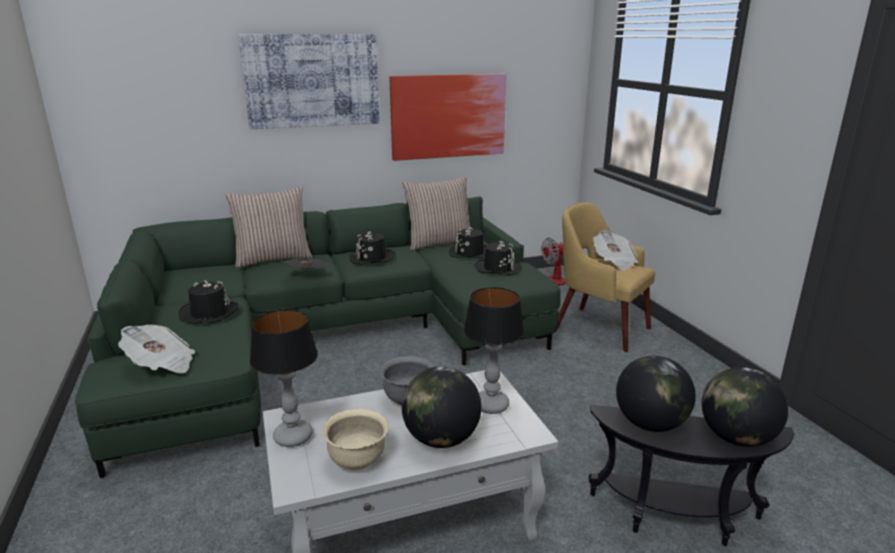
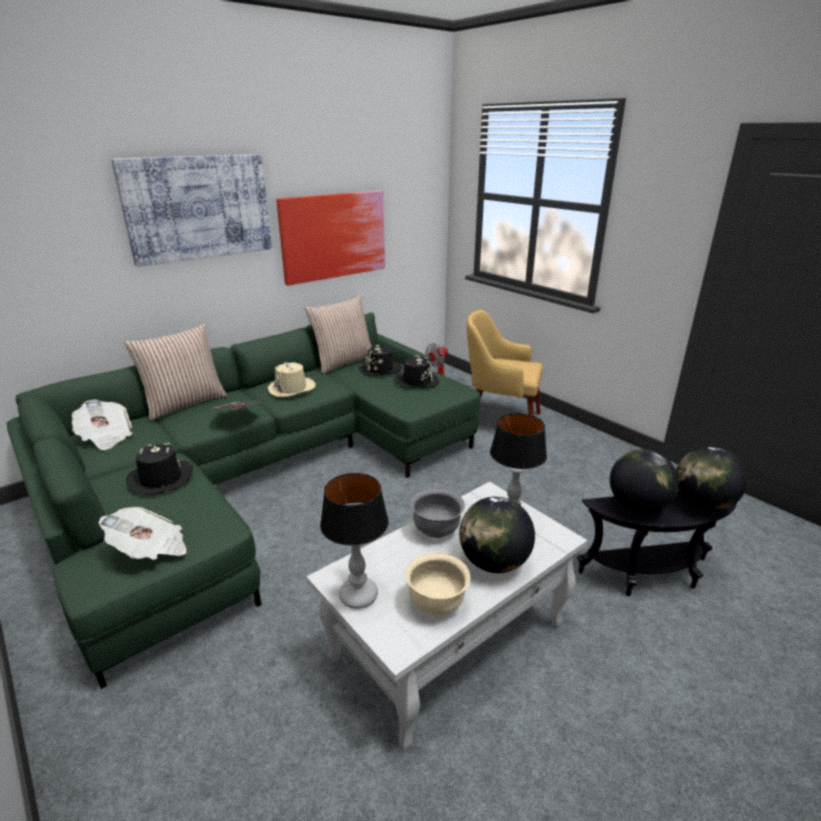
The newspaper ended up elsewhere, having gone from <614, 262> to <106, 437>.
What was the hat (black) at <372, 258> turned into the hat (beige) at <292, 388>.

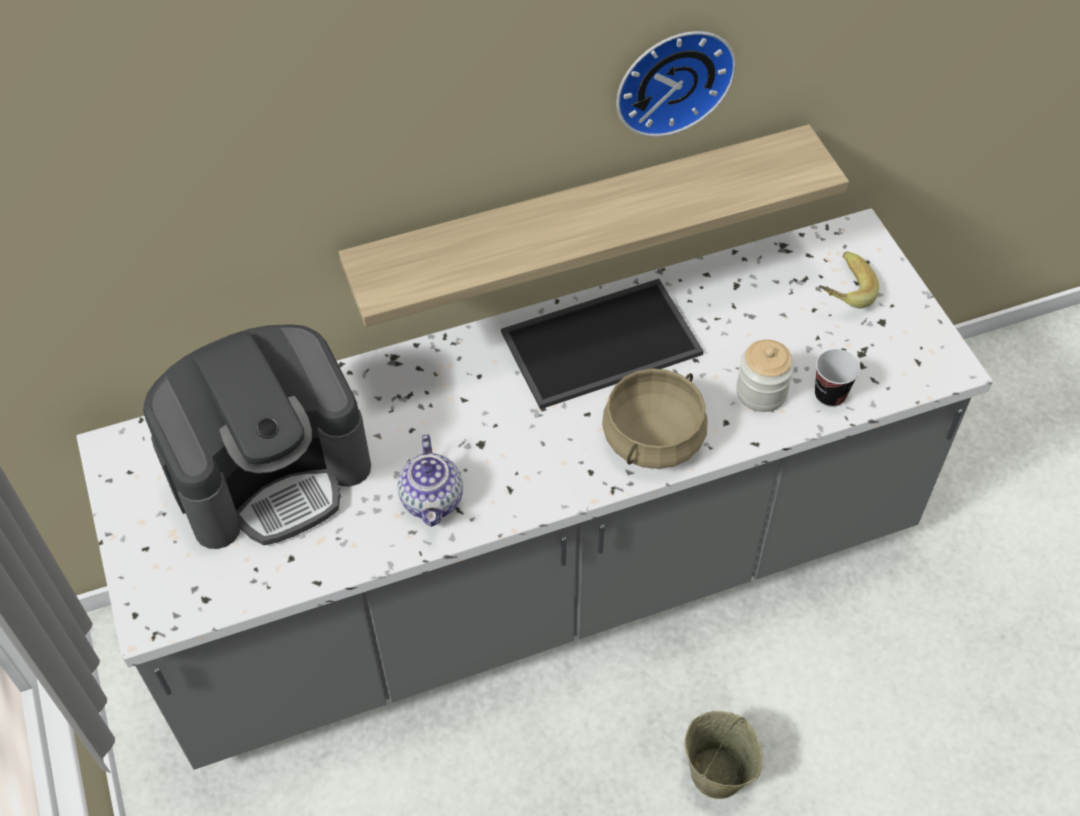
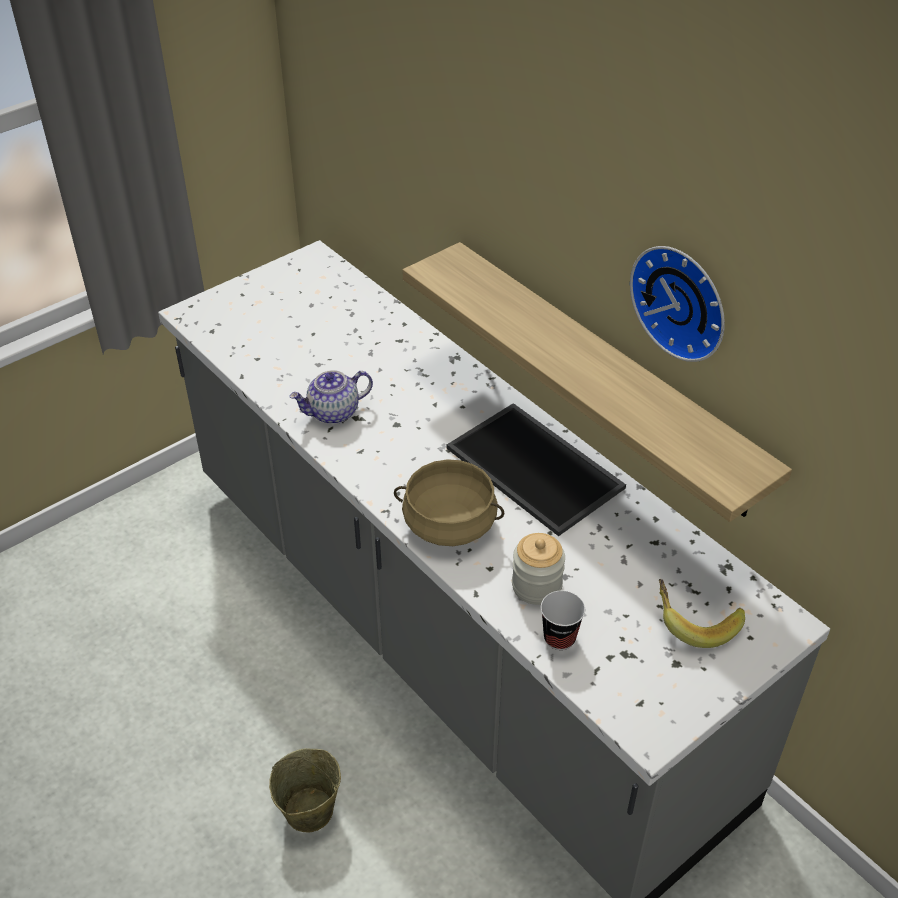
The second view lost the coffee machine at <271, 471>.

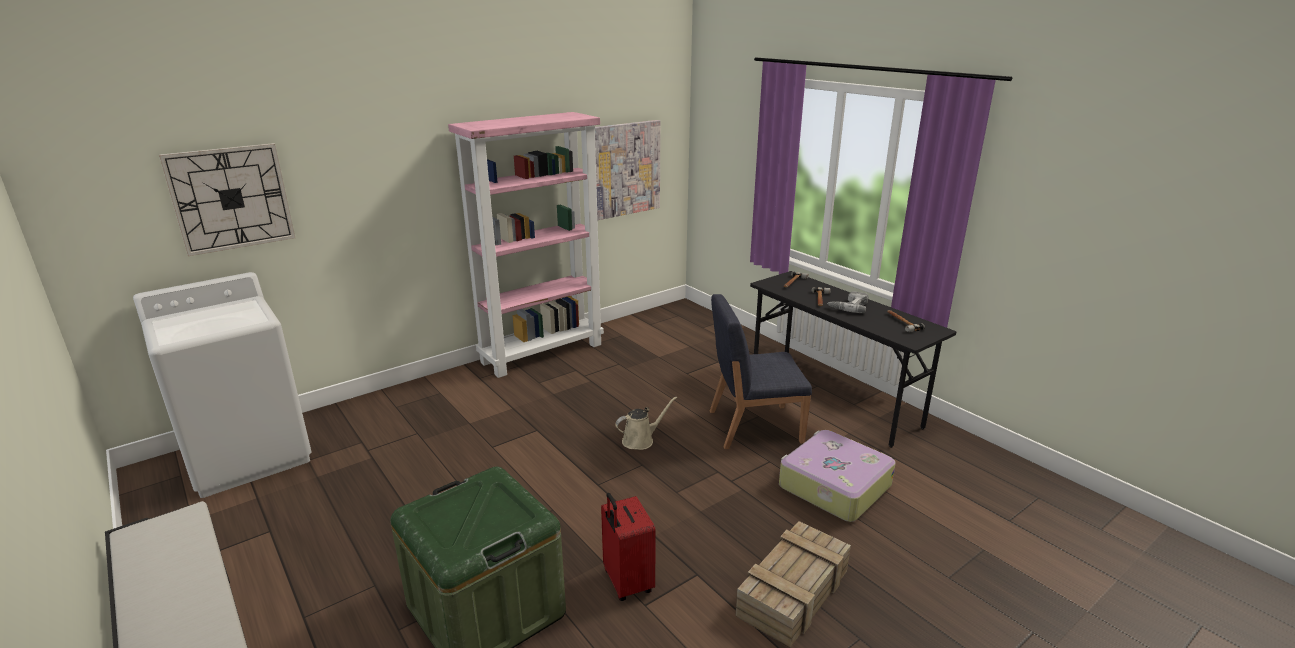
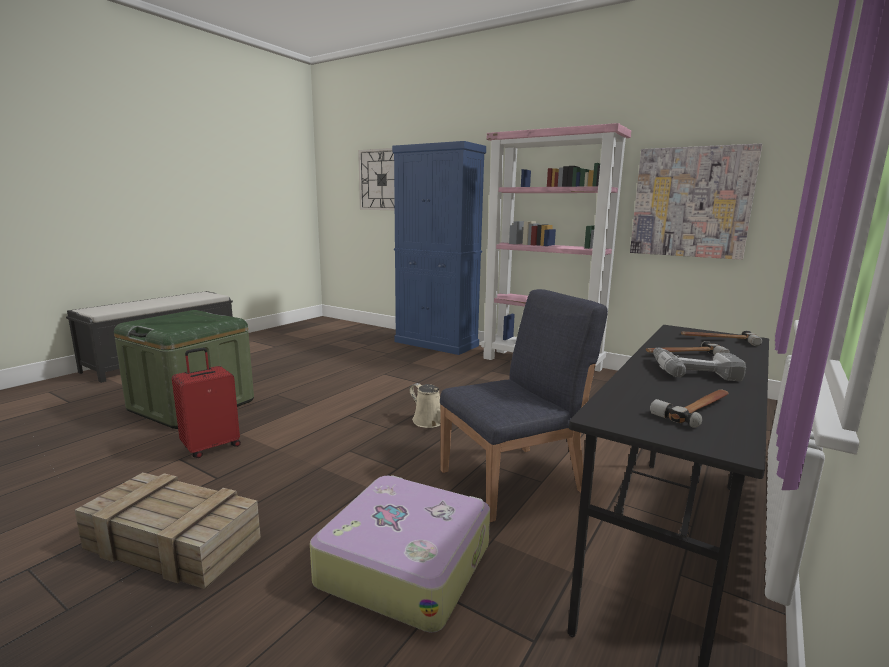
The second view lost the washing machine (white) at <249, 455>.
The chair (blue) at <753, 426> ended up facing another way, 90 degrees clockwise from before.
The second view gained the cabinet (blue) at <436, 344>.

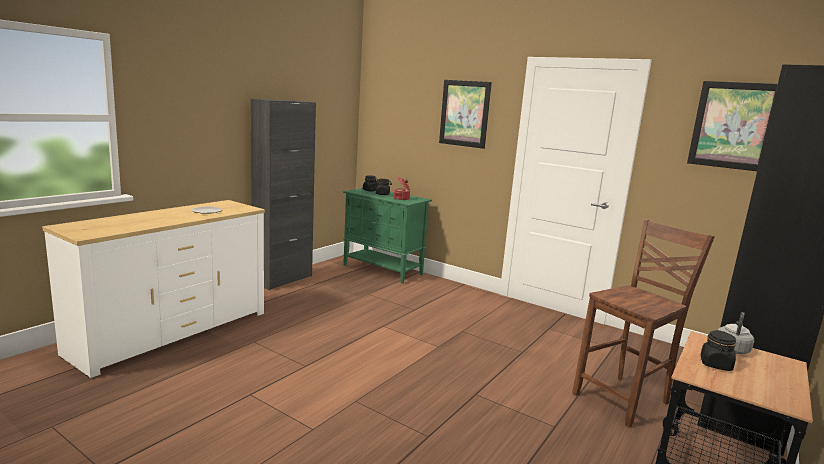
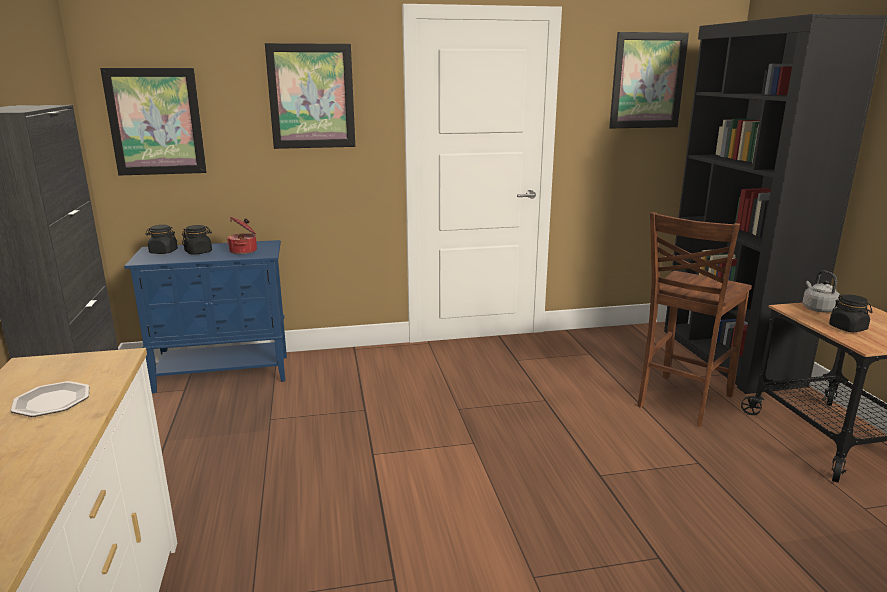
What was the cabinet (green) at <383, 270> turned into the cabinet (blue) at <224, 373>.
The chair (brown) at <624, 399> ended up facing another way, 150 degrees counterclockwise from before.
The second view gained the picture at <155, 122>.

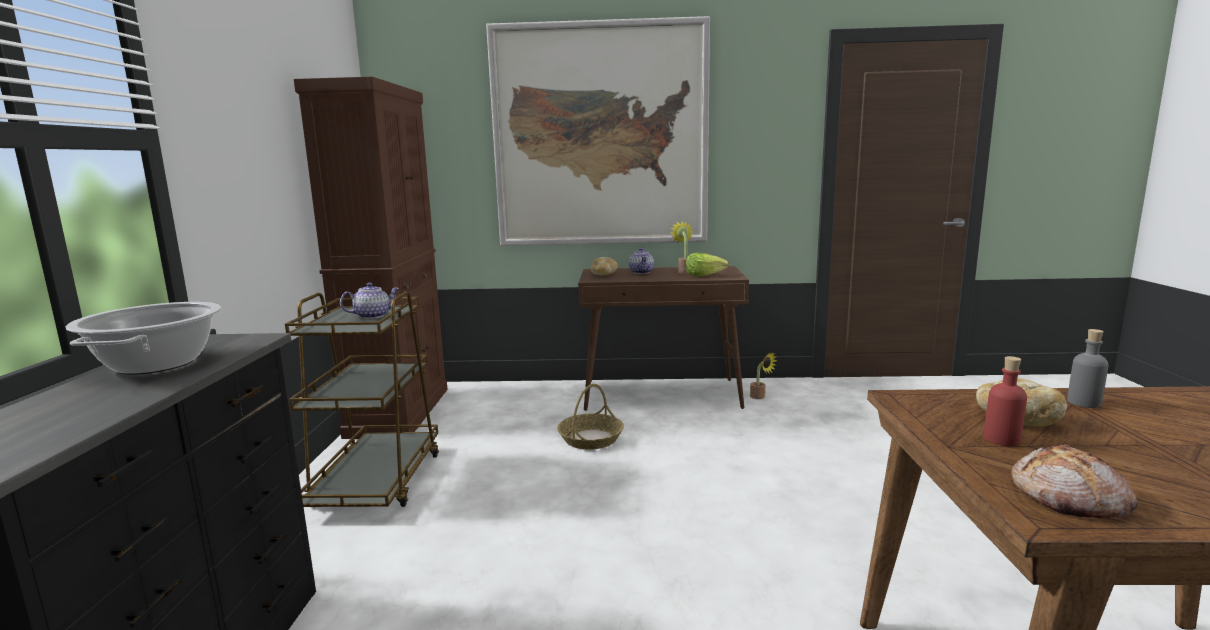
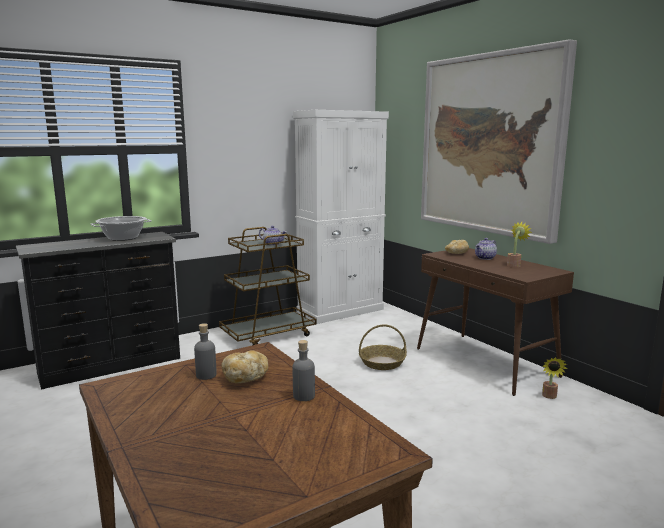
What was the cabinet (brown) at <399, 411> turned into the cabinet (white) at <340, 311>.
The second view lost the lettuce at <704, 276>.
What was the bottle (red) at <1001, 439> turned into the bottle (grey) at <206, 375>.
The second view lost the bread at <1070, 499>.

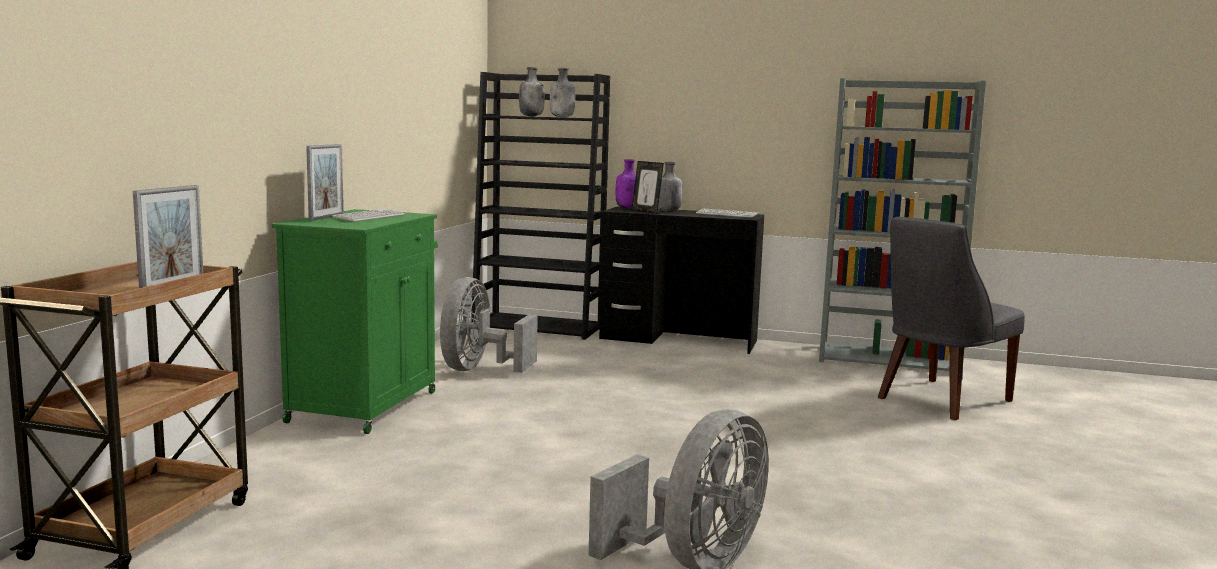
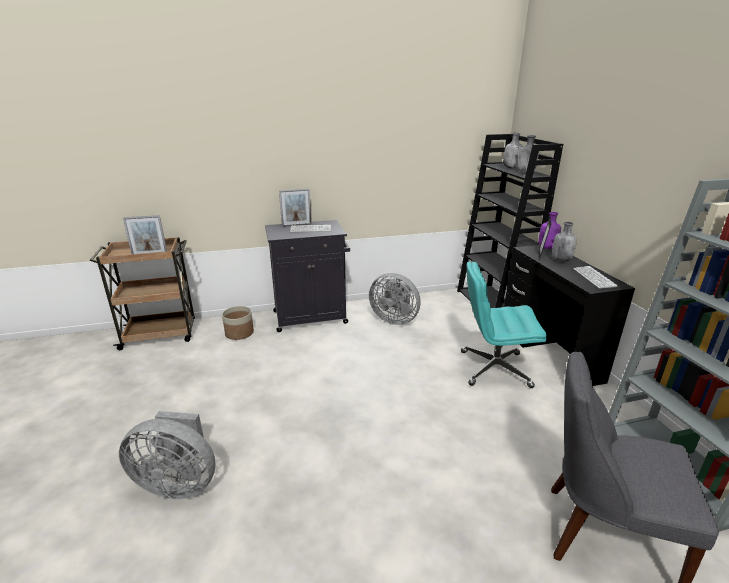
What was the cabinet (green) at <365, 406> turned into the cabinet (black) at <311, 317>.
The fan (grey) at <479, 369> ended up facing another way, 135 degrees counterclockwise from before.
The second view gained the office chair (turquoise) at <493, 369>.
The second view gained the planter at <239, 333>.

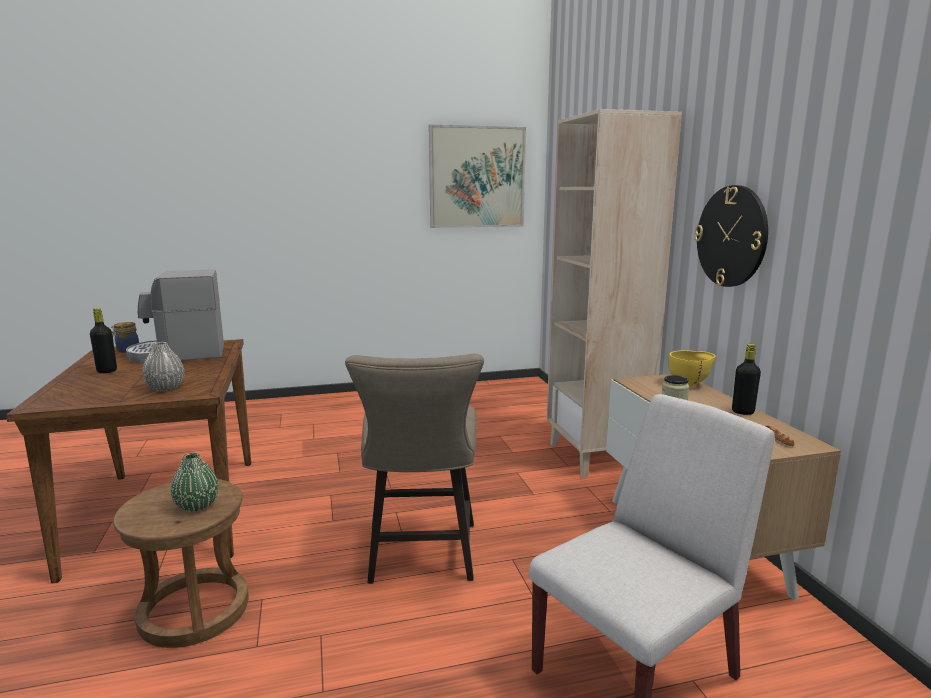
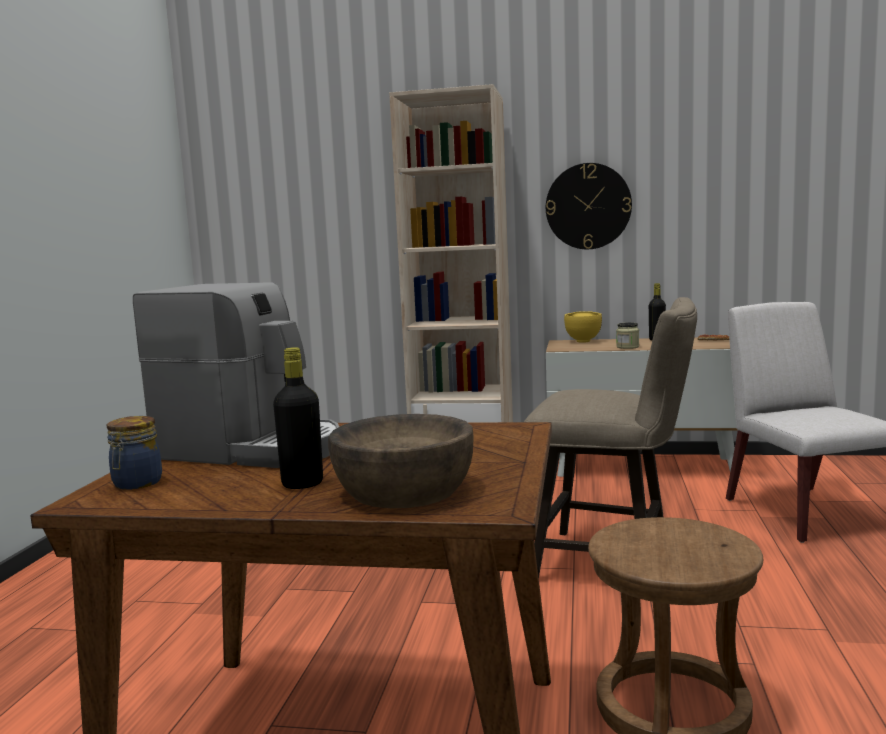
The second view lost the picture at <477, 177>.
The coffee machine at <179, 354> ended up facing another way, 75 degrees counterclockwise from before.
The second view lost the vase (grey) at <165, 388>.
The second view lost the vase (green) at <197, 505>.
The second view gained the bowl (brown) at <403, 490>.

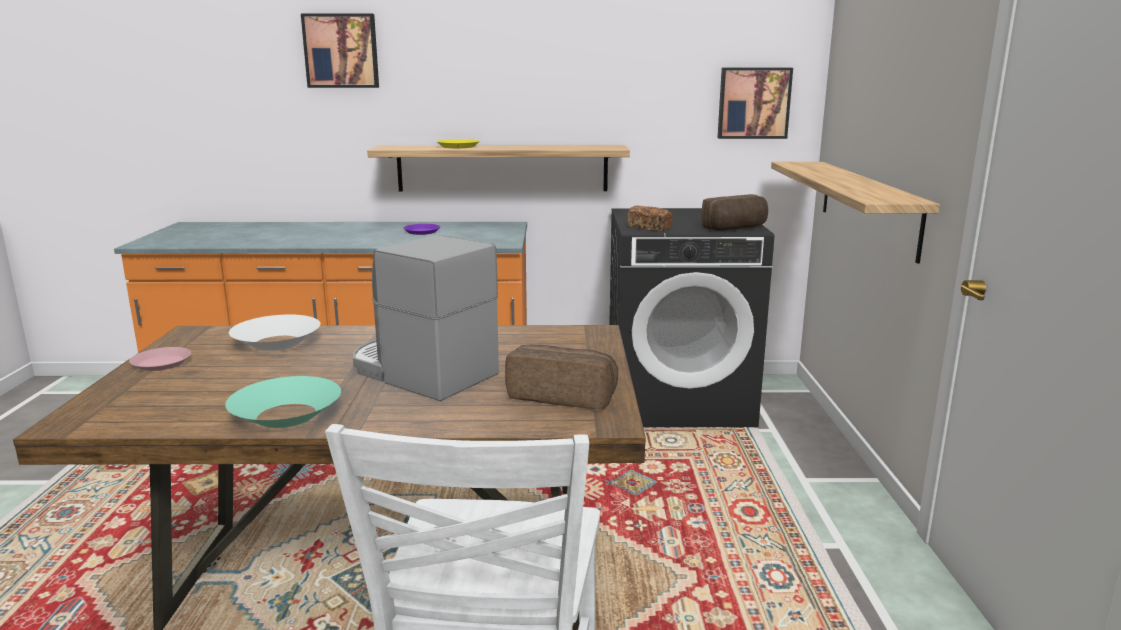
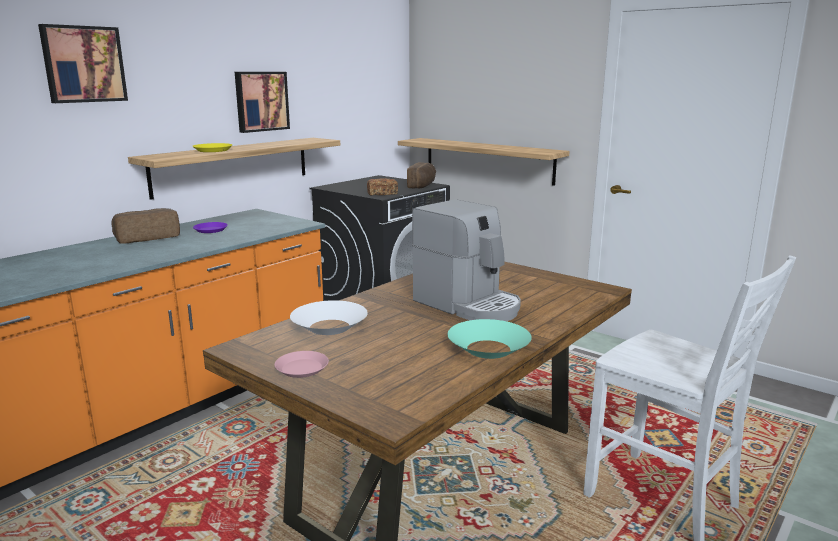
The picture ended up elsewhere, having gone from <753, 103> to <261, 101>.
The coffee machine at <421, 372> ended up facing another way, 120 degrees counterclockwise from before.
The bread ended up elsewhere, having gone from <562, 396> to <147, 238>.

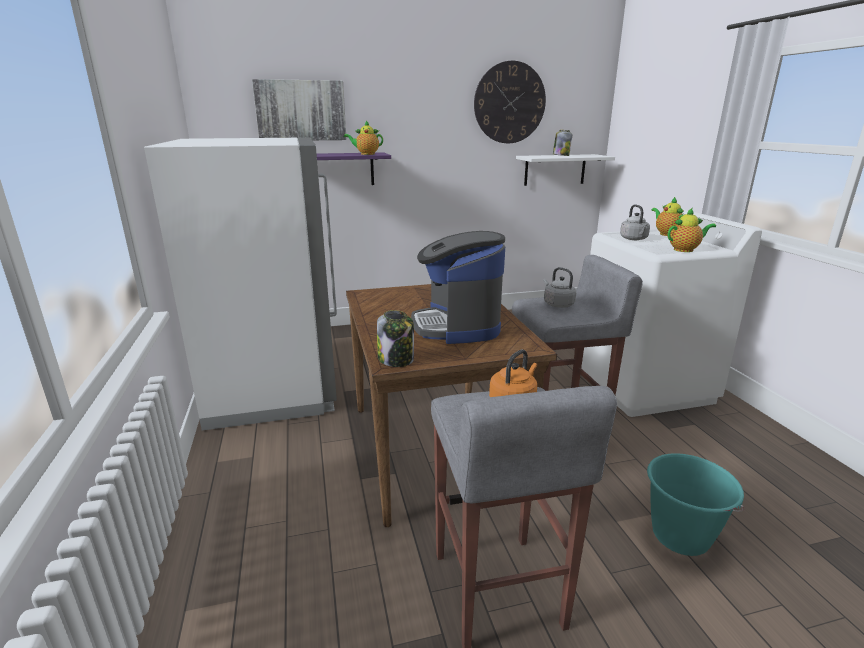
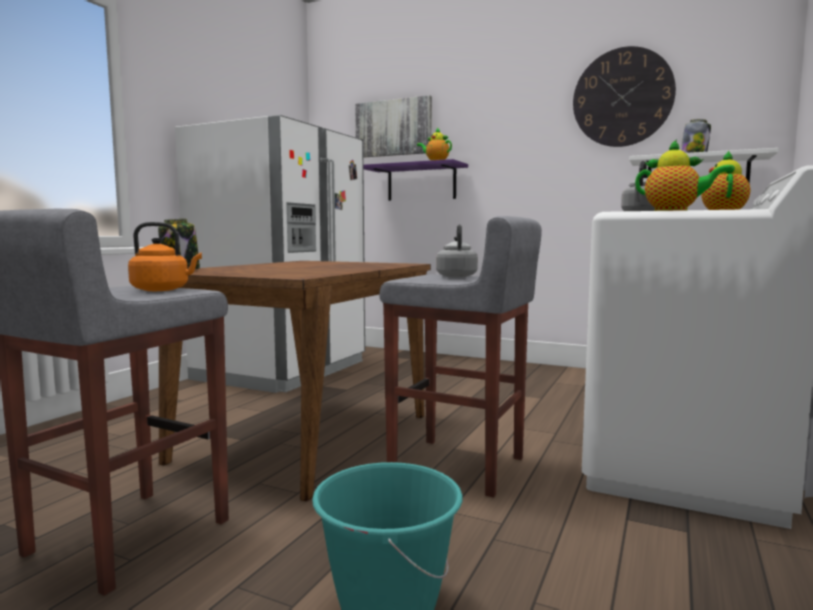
The second view lost the coffee machine at <457, 326>.

